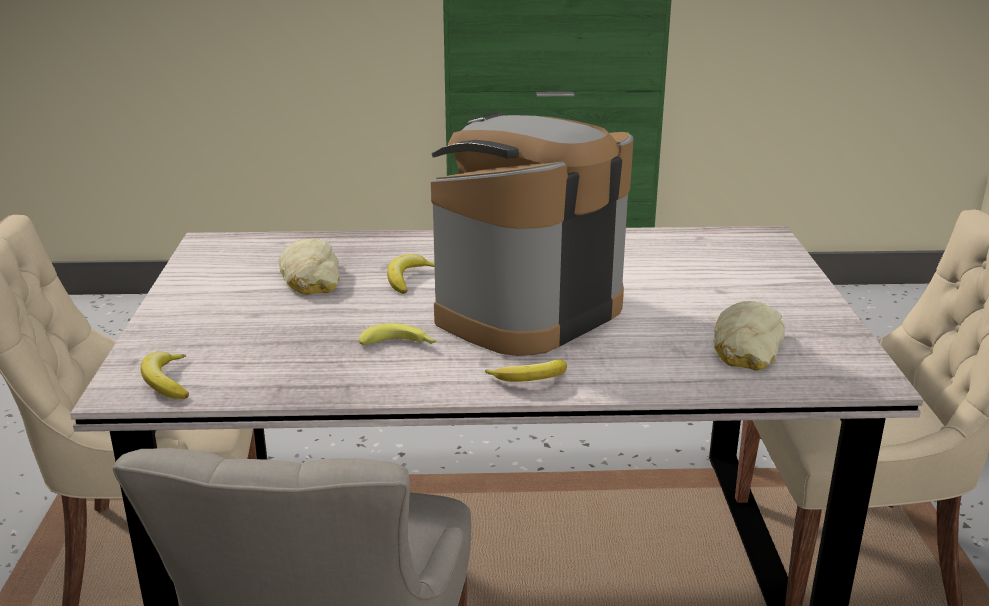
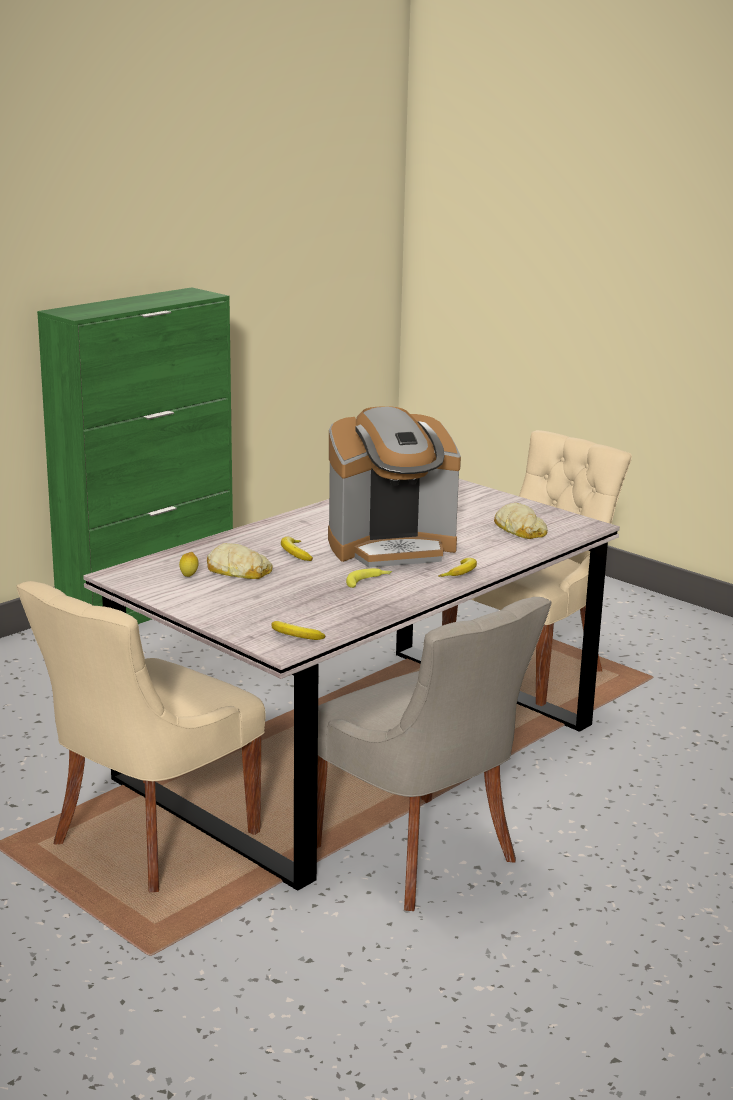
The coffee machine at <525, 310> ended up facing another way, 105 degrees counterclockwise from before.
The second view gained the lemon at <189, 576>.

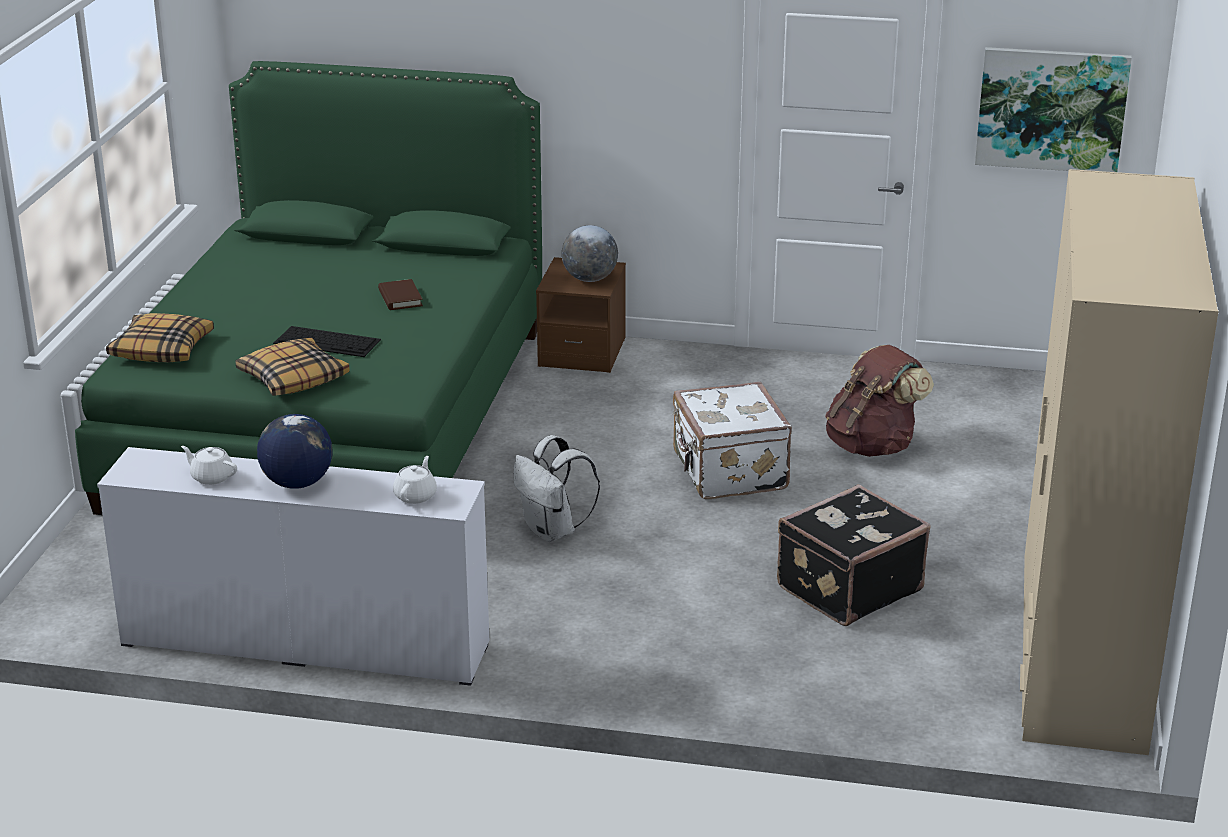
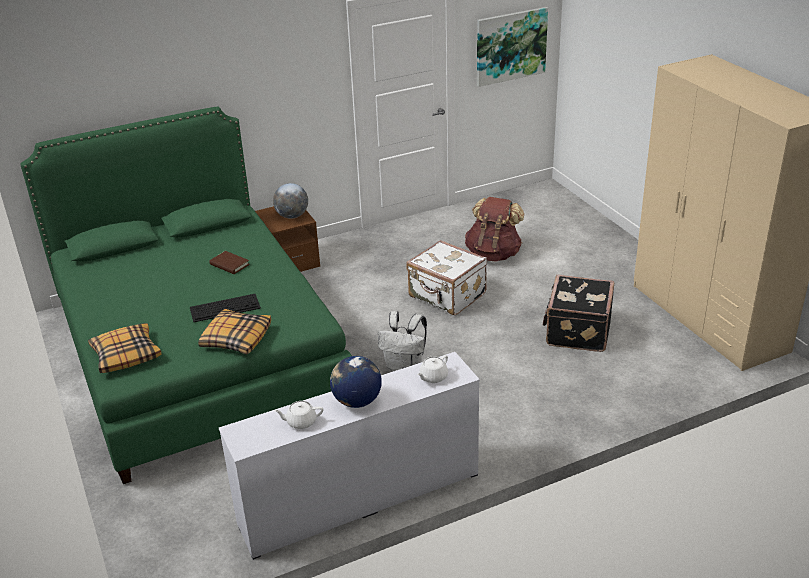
The teapot (white) at <416, 495> ended up facing another way, 120 degrees counterclockwise from before.

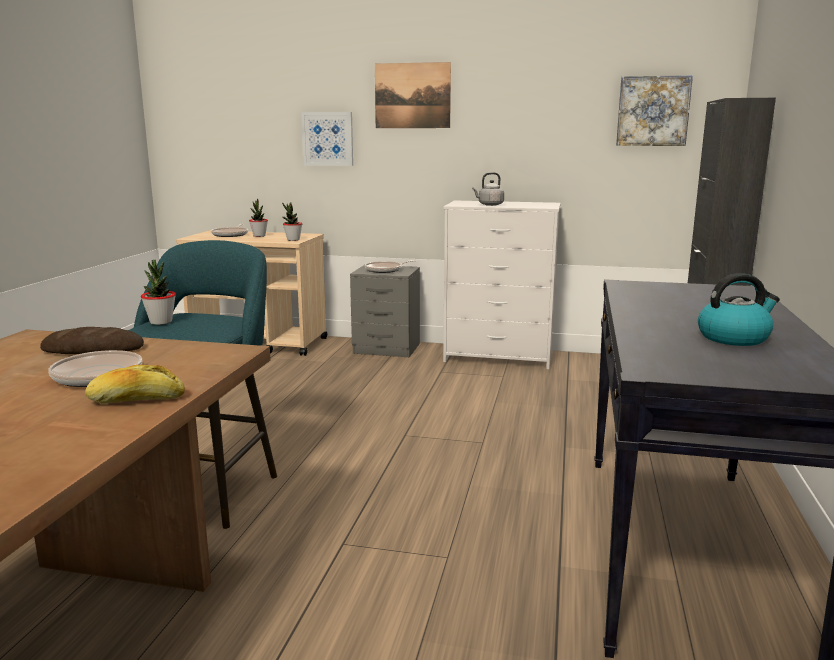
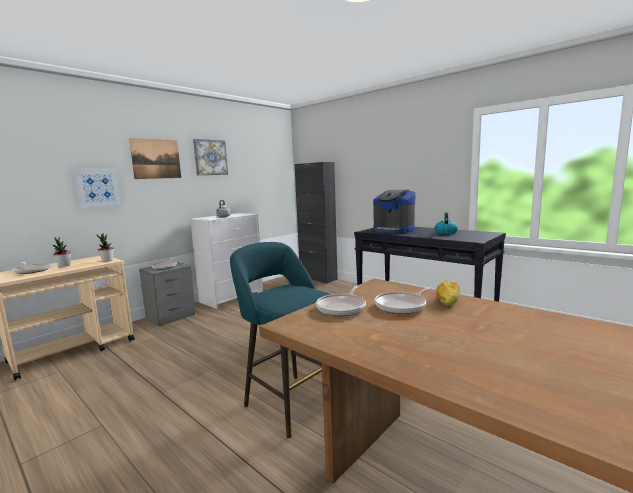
The picture ended up elsewhere, having gone from <653, 111> to <210, 157>.
The second view lost the potted plant at <161, 322>.
Where the bread stood at <93, 349>, the frying pan came to stand at <342, 308>.
The second view gained the coffee machine at <393, 230>.

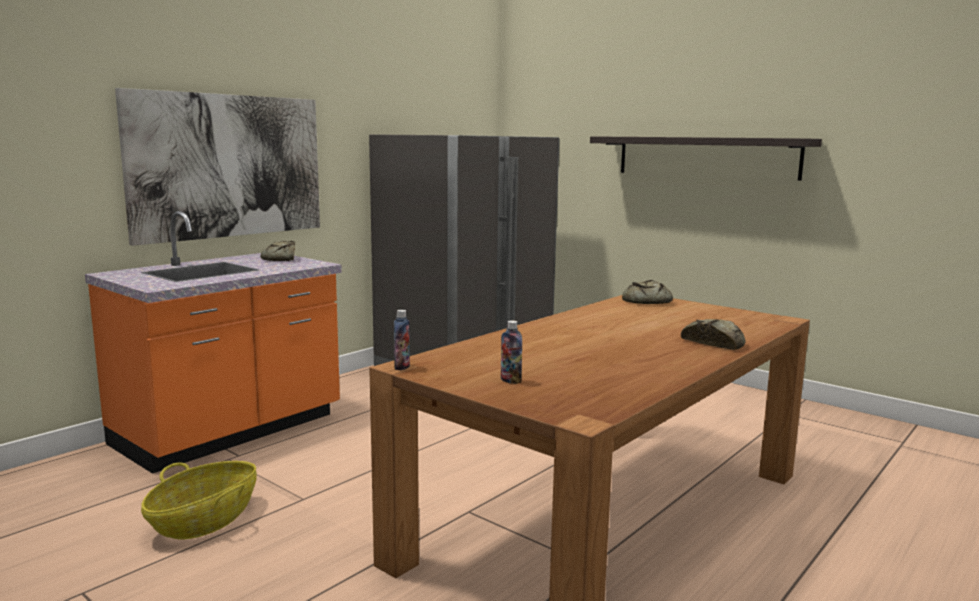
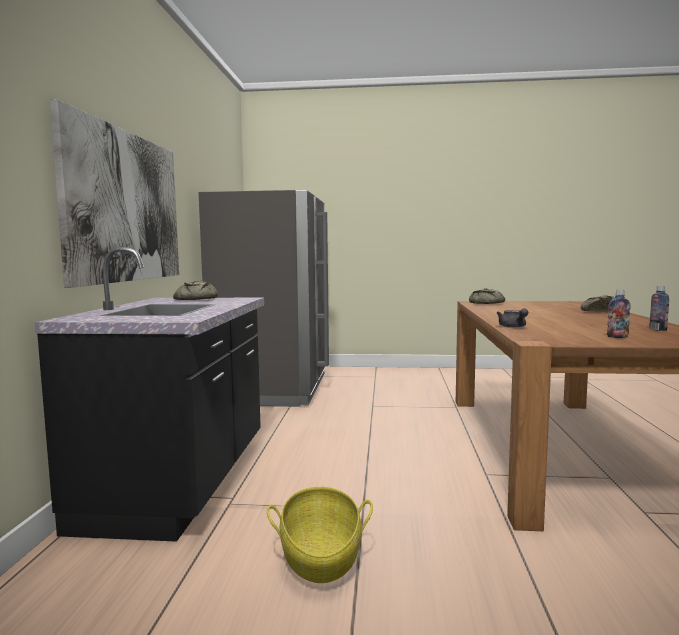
The second view lost the shelf at <705, 157>.
What was the counter (orange) at <230, 431> turned into the counter (black) at <180, 482>.
The bottle ended up elsewhere, having gone from <402, 367> to <658, 329>.
The second view gained the teapot (grey) at <513, 327>.

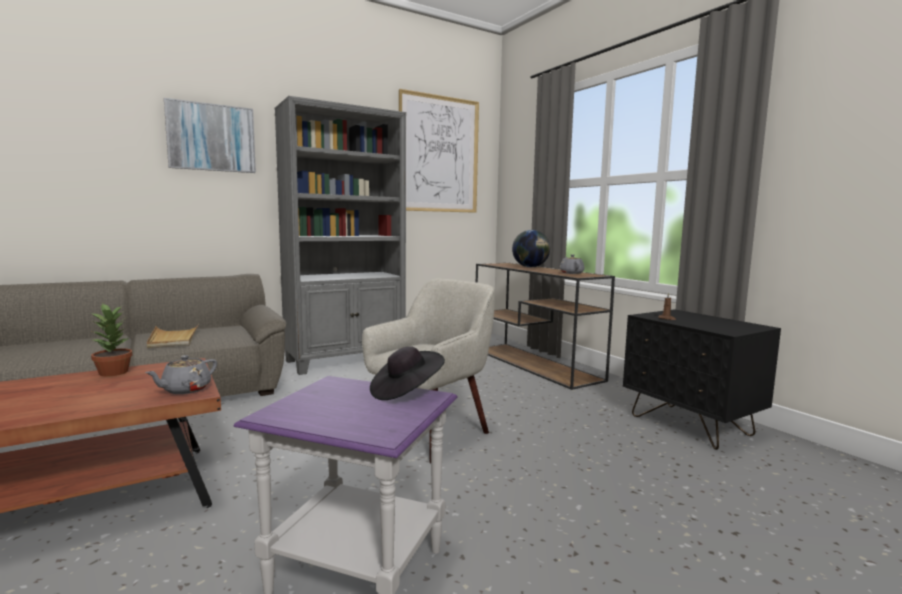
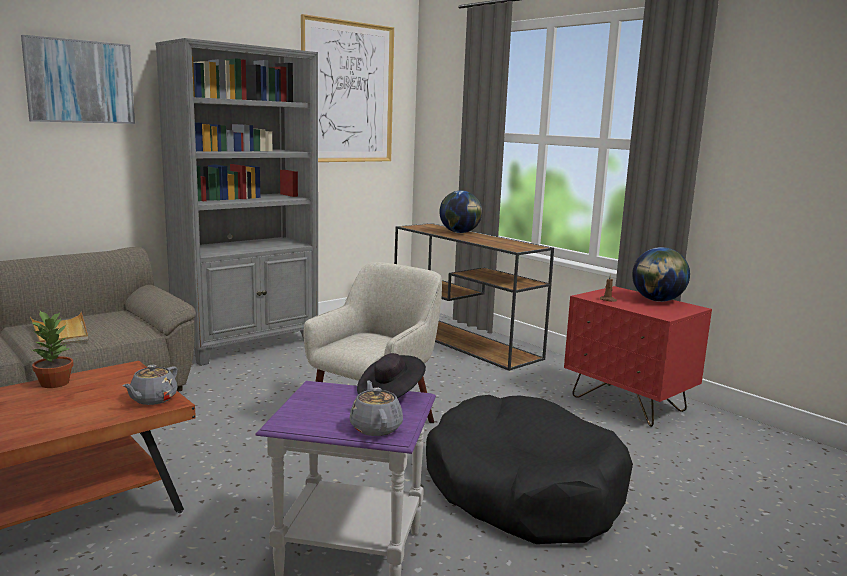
The teapot (grey) ended up elsewhere, having gone from <571, 273> to <375, 427>.
What was the nightstand (black) at <691, 426> turned into the nightstand (red) at <628, 404>.
The second view gained the globe at <657, 300>.
The second view gained the dog bed (black) at <523, 489>.

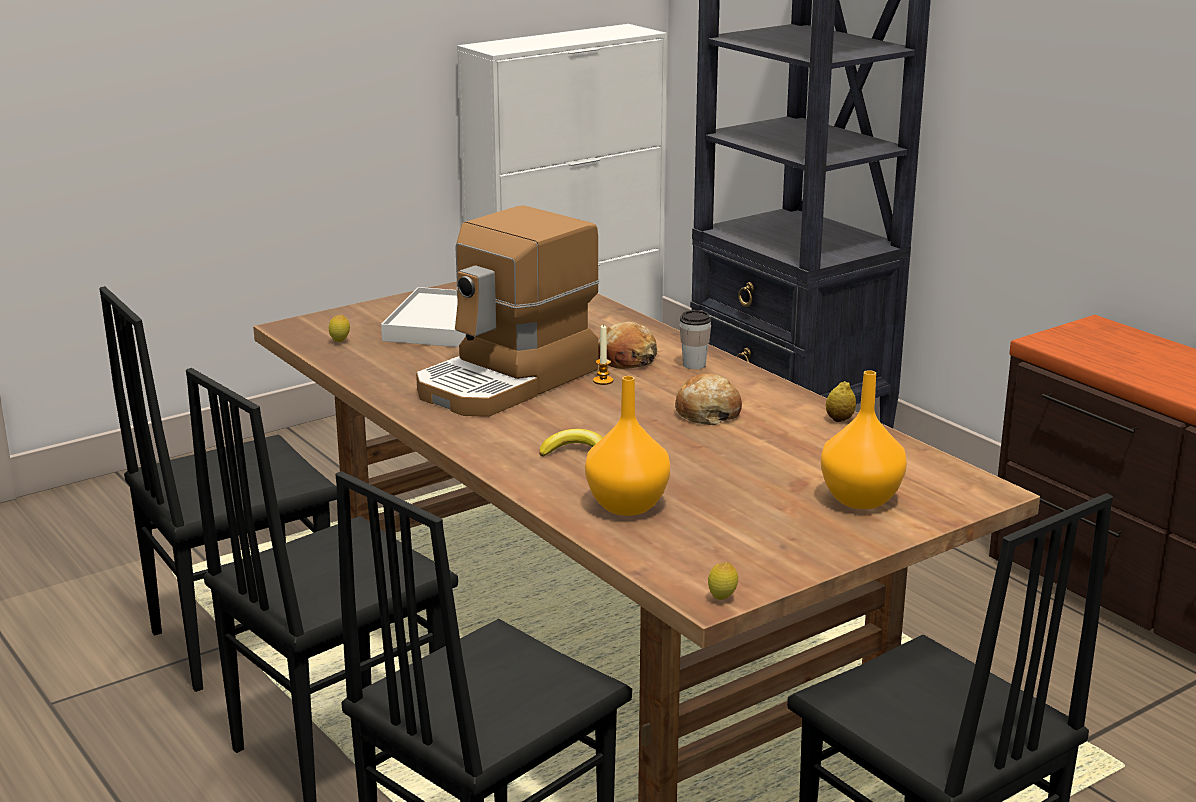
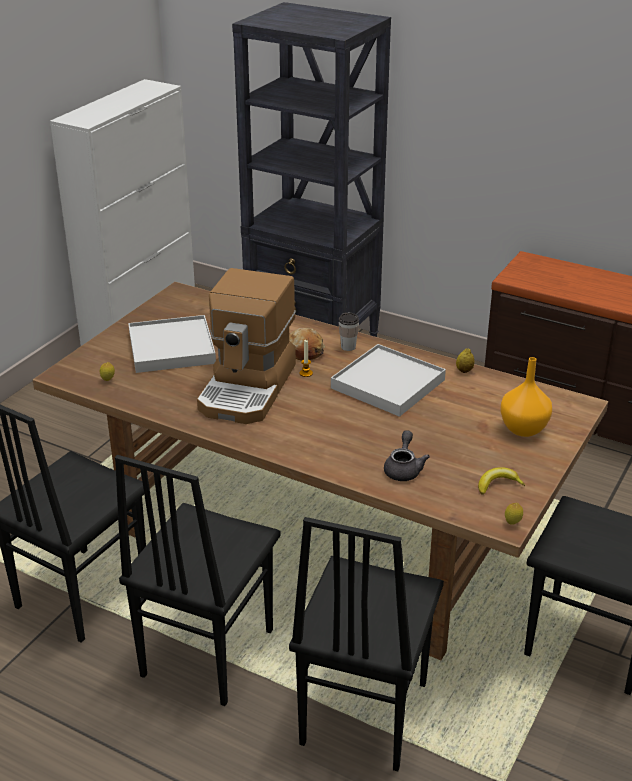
Where the bread stood at <707, 413>, the tray (white) came to stand at <388, 384>.
Where the vase (orange) stood at <626, 505>, the teapot (grey) came to stand at <403, 469>.
The banana ended up elsewhere, having gone from <575, 452> to <498, 484>.

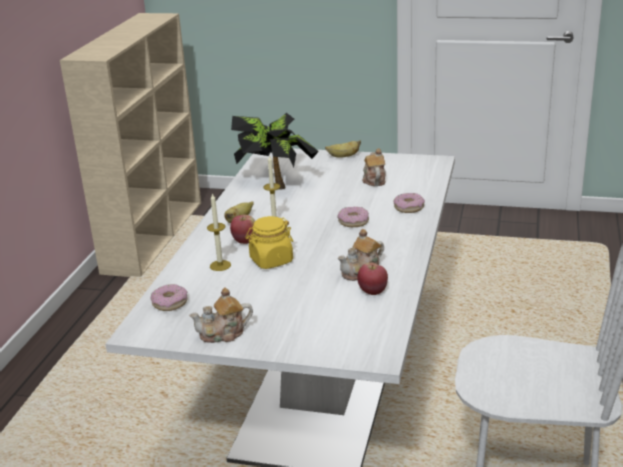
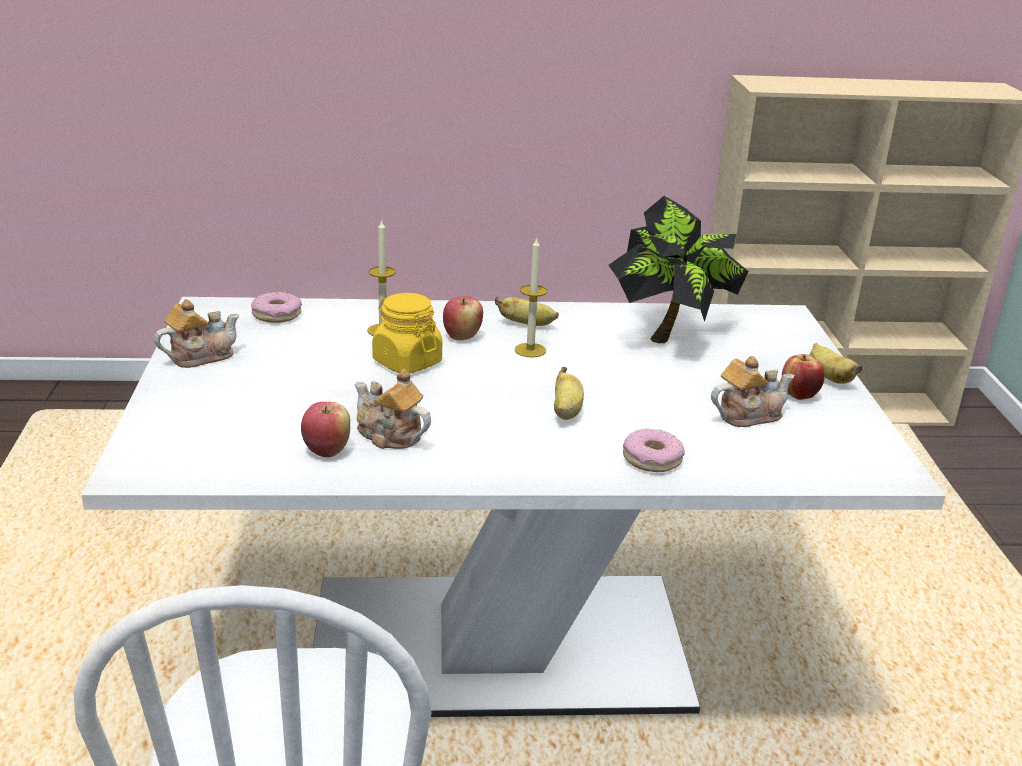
Where the donut stood at <353, 221>, the banana came to stand at <566, 412>.
The teapot at <223, 334> ended up facing another way, 90 degrees clockwise from before.
The second view gained the apple at <799, 395>.

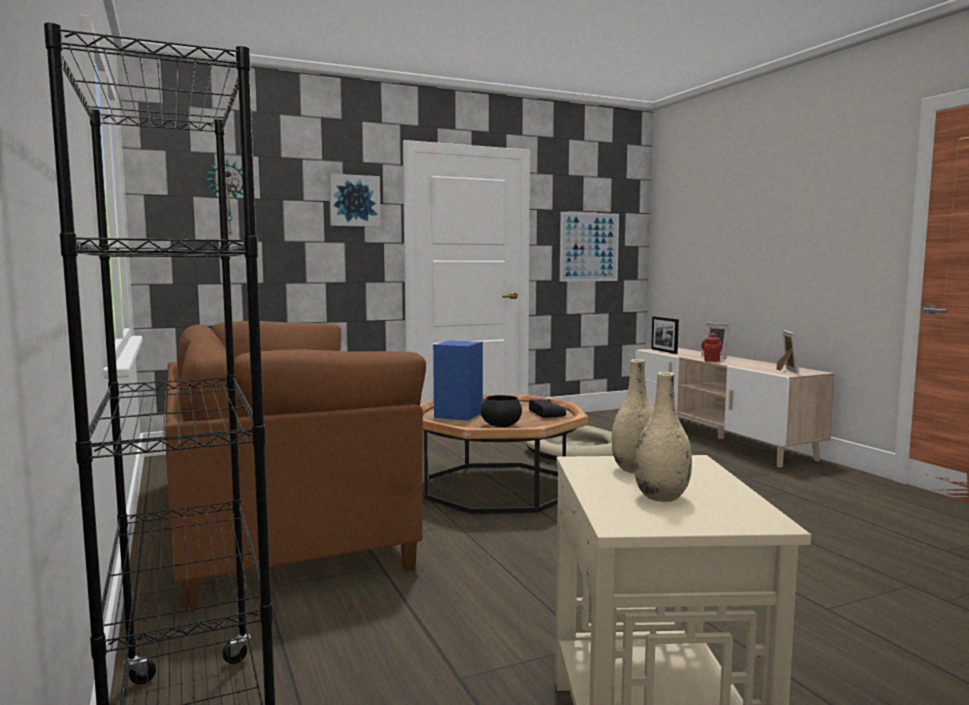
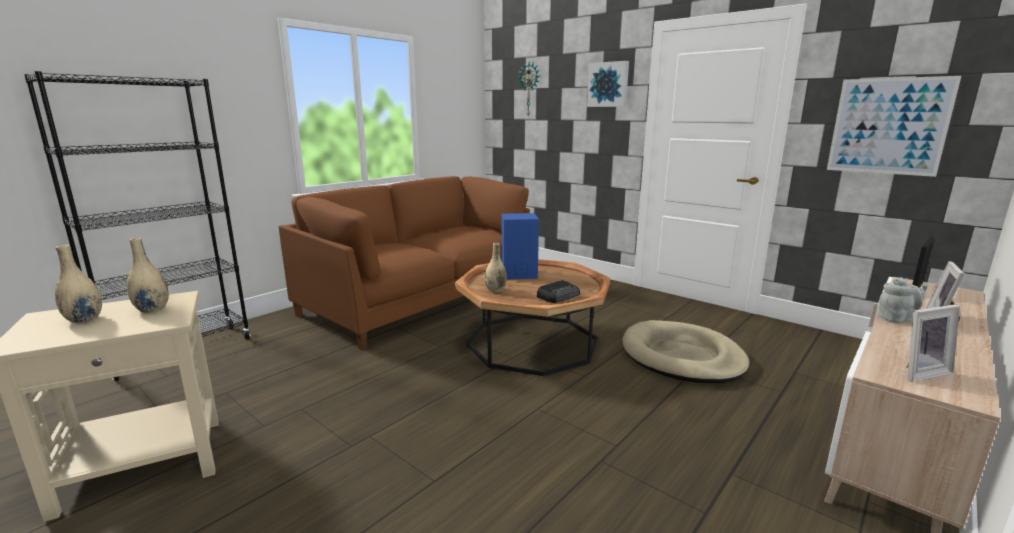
What was the teapot (red) at <711, 360> turned into the teapot (grey) at <897, 318>.
Where the bowl (black) stood at <501, 426>, the vase (beige) came to stand at <495, 290>.

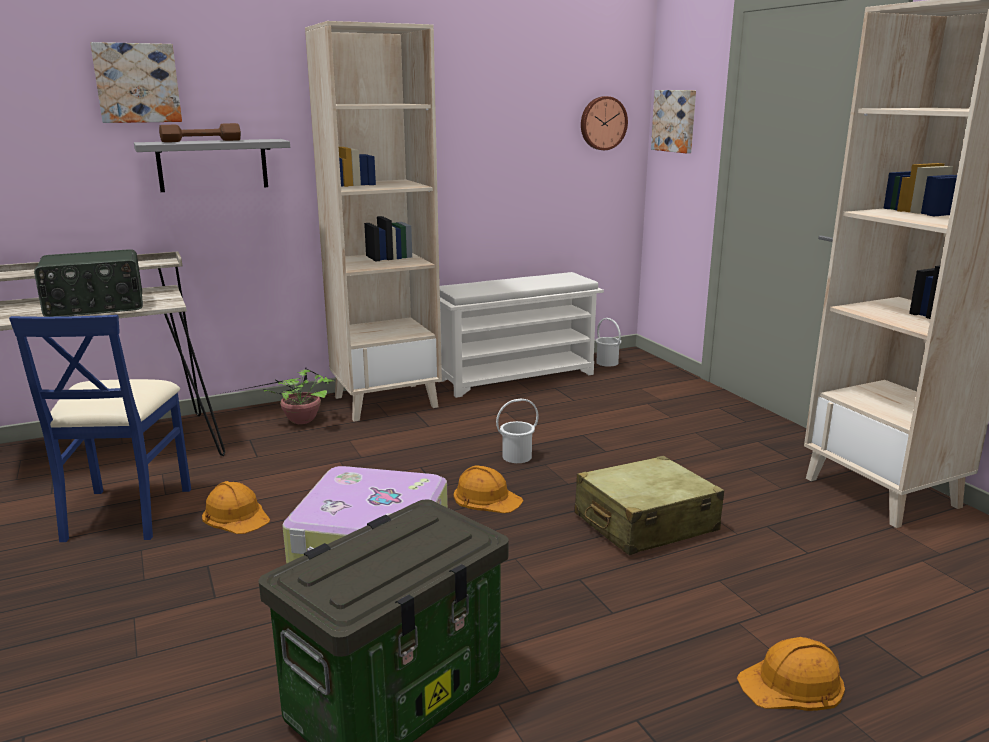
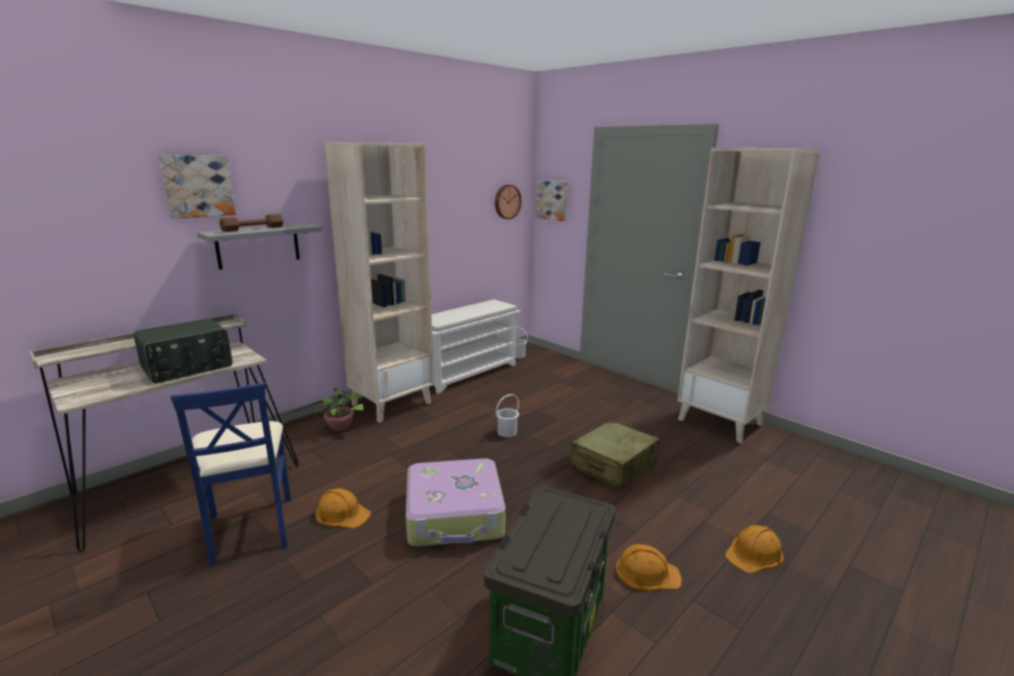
The hard hat (orange) ended up elsewhere, having gone from <486, 498> to <647, 572>.

